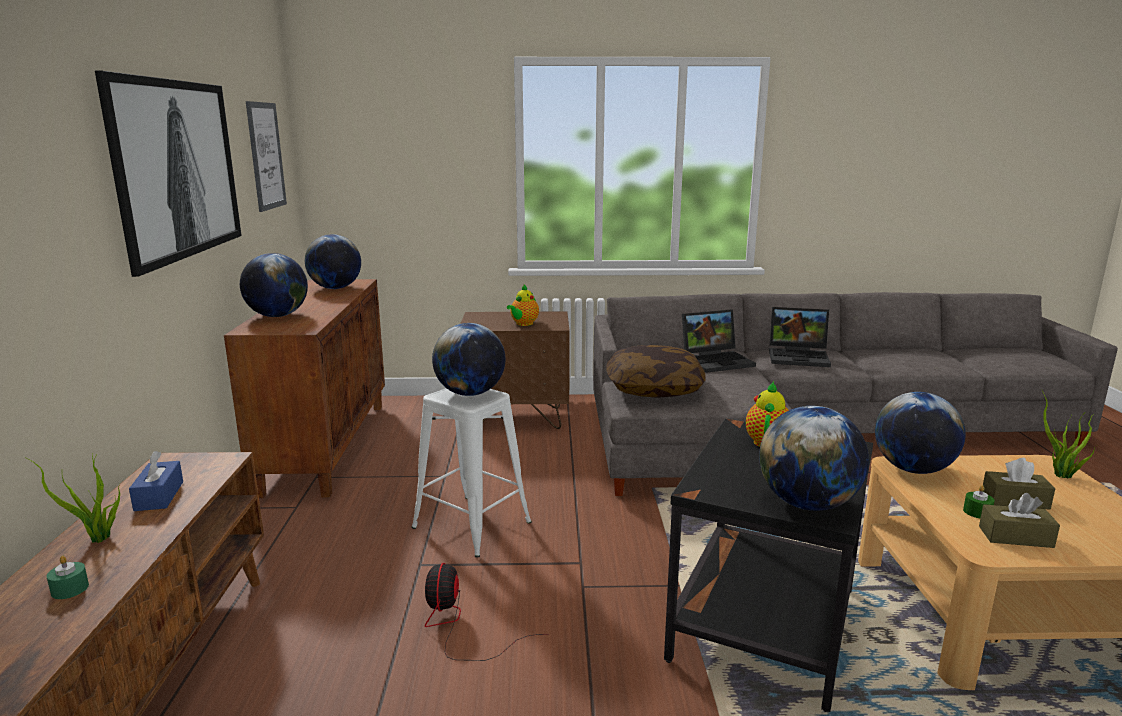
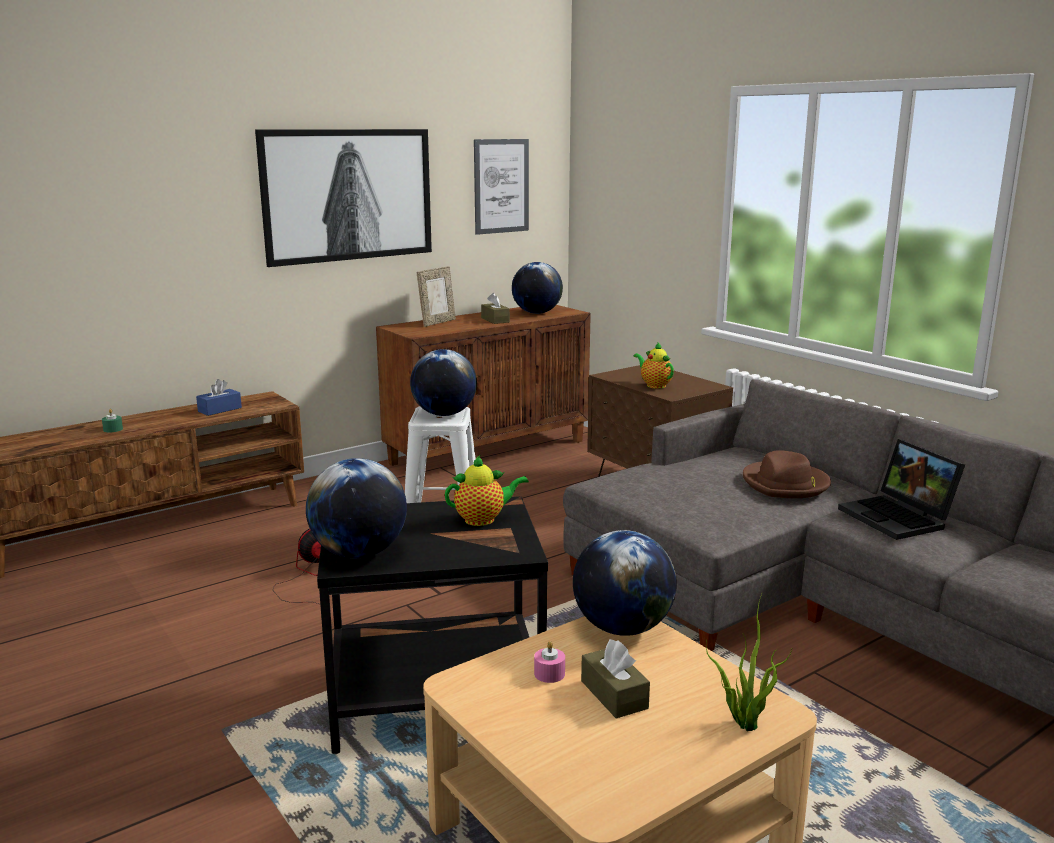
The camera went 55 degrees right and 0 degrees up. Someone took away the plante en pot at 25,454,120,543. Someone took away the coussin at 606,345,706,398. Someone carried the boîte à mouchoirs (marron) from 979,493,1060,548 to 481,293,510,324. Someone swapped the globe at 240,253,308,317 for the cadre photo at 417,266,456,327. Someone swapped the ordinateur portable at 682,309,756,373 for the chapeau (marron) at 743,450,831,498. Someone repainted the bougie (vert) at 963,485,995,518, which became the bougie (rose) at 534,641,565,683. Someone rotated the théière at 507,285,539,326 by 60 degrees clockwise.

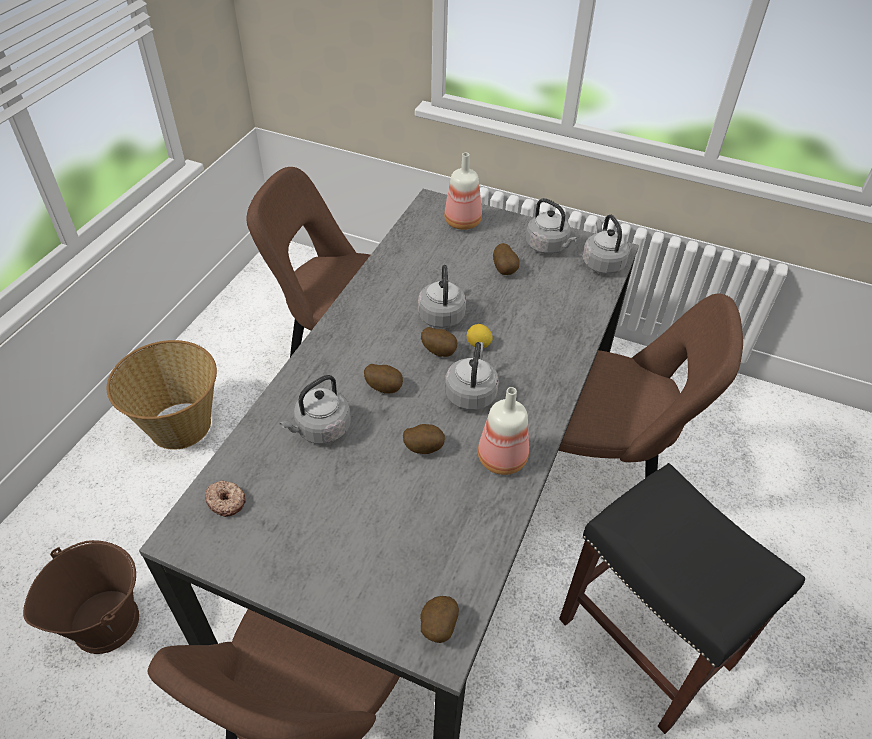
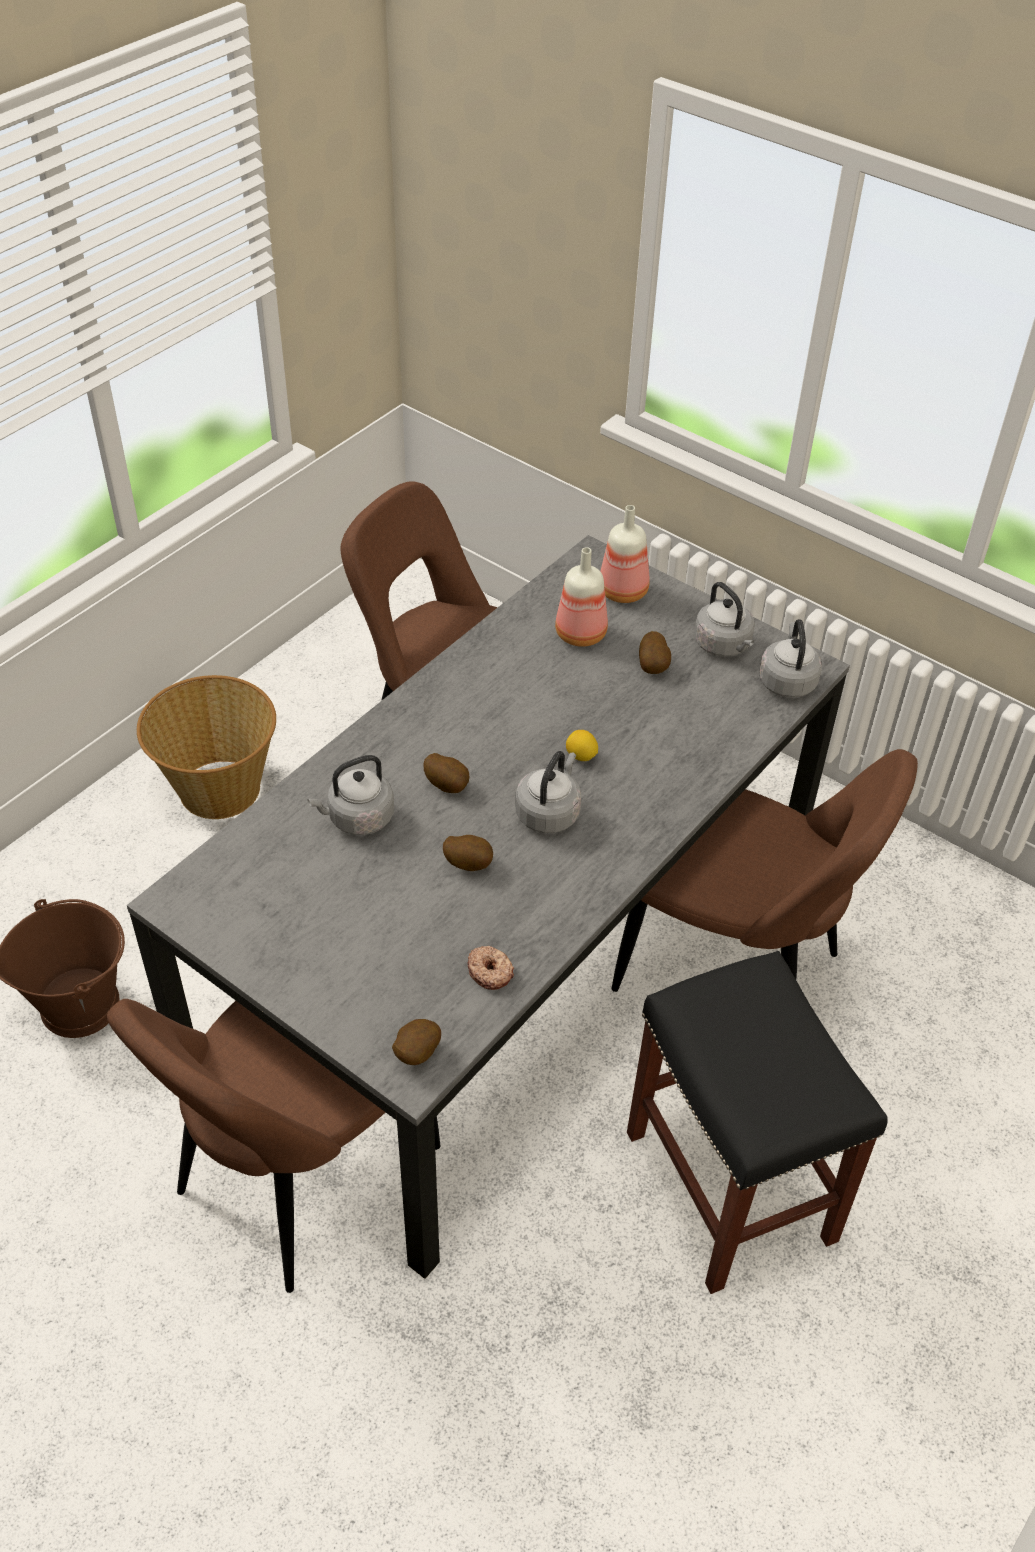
The camera went 15 degrees right and 0 degrees up. Someone took away the bouilloire (gris) at 418,265,466,328. Someone took away the pomme de terre at 421,327,457,357. Someone carried the beignet from 205,480,246,517 to 468,946,514,990. Someone carried the bouteille from 478,387,529,475 to 555,547,608,647.

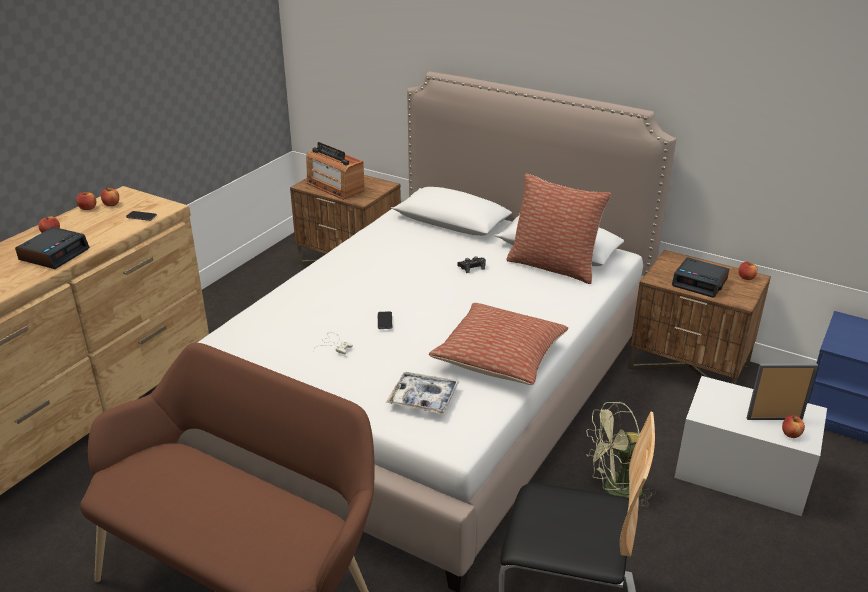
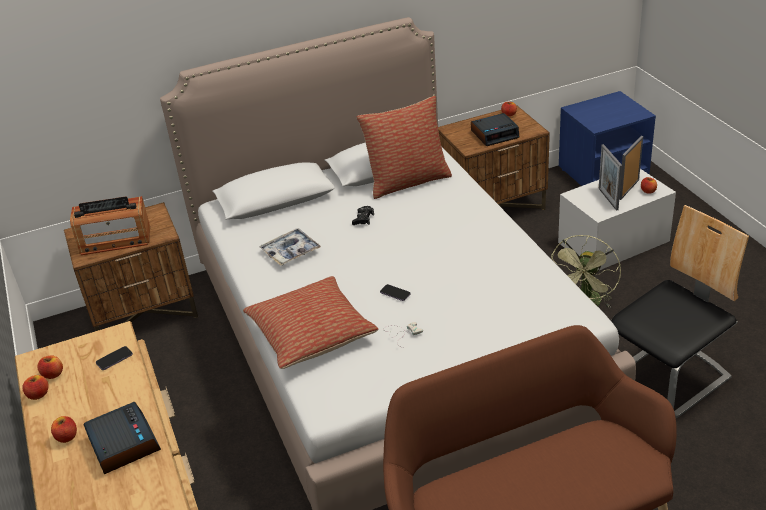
The camera went 50 degrees left and 5 degrees up. Someone put down the cadre photo at 599,144,622,211. Someone carried the plateau from 386,372,459,414 to 260,228,321,266. Someone carried the coussin from 429,303,568,385 to 243,276,378,369.

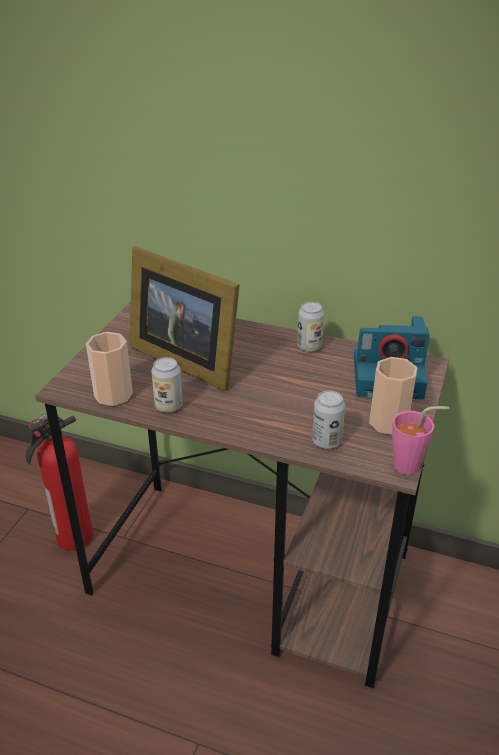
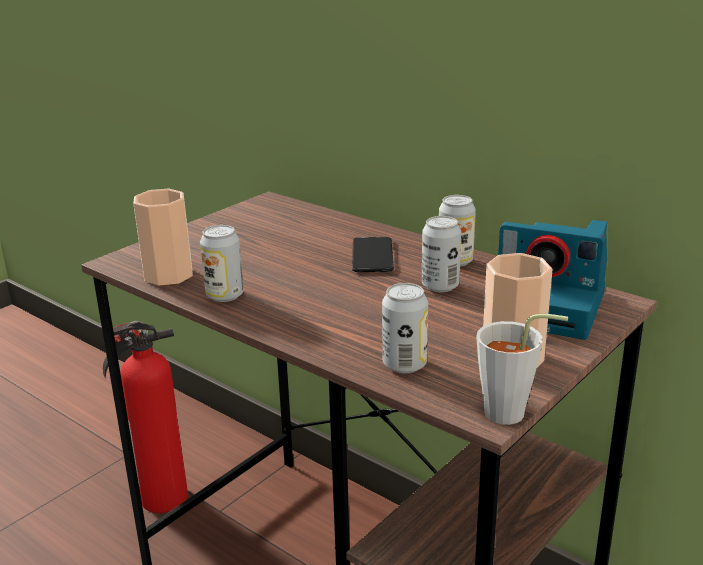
The camera went 20 degrees right and 10 degrees down. Someone took away the cadre photo at 129,246,239,391. Someone put down the téléphone at 352,237,394,272. Someone put down the boîte métallique at 422,216,461,292. Someone repainted the tasse (rose) at 392,406,449,475, which became the tasse (gris) at 476,314,568,425.

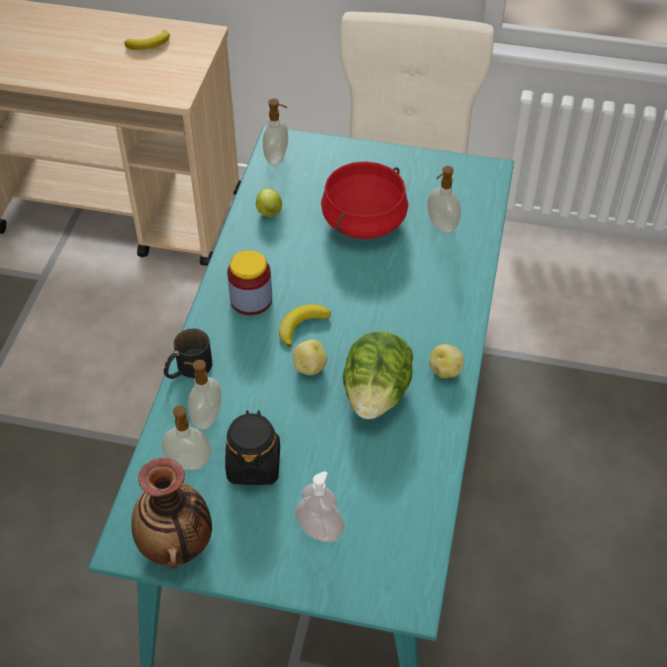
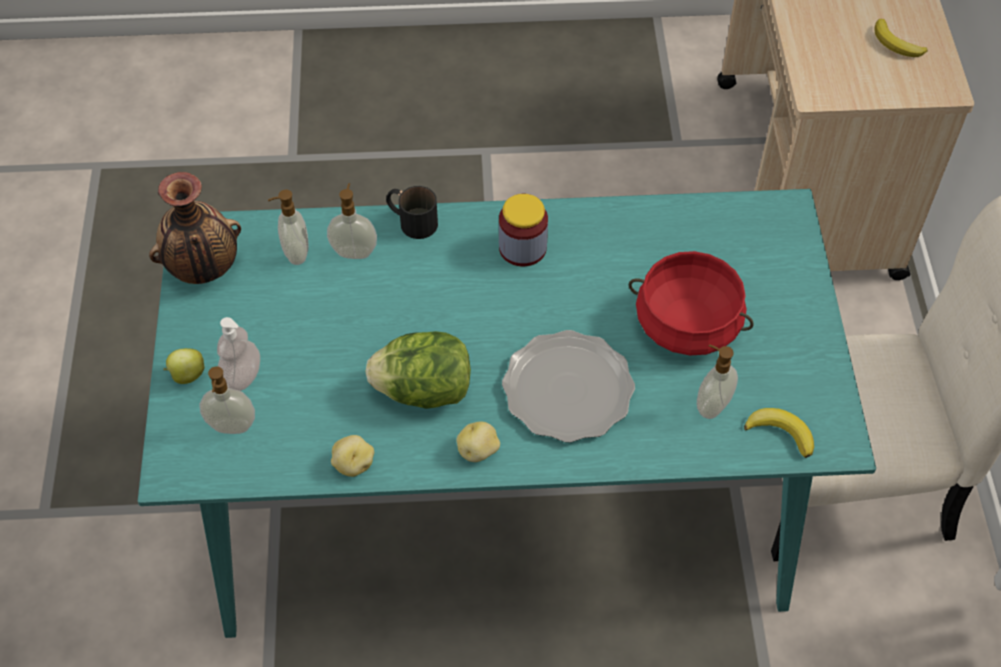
The camera went 75 degrees right and 5 degrees up. Someone took away the bocal (noir) at 225,410,280,485. Someone put down the assiette at 502,330,635,443. Someone carried the pomme from 256,188,282,217 to 164,348,205,384. Someone carried the distributeur de savon from 263,99,288,165 to 200,366,255,434. Someone carried the banane from 279,304,331,348 to 744,408,814,458. Someone carried the pomme de terre from 293,339,327,375 to 331,435,374,477.

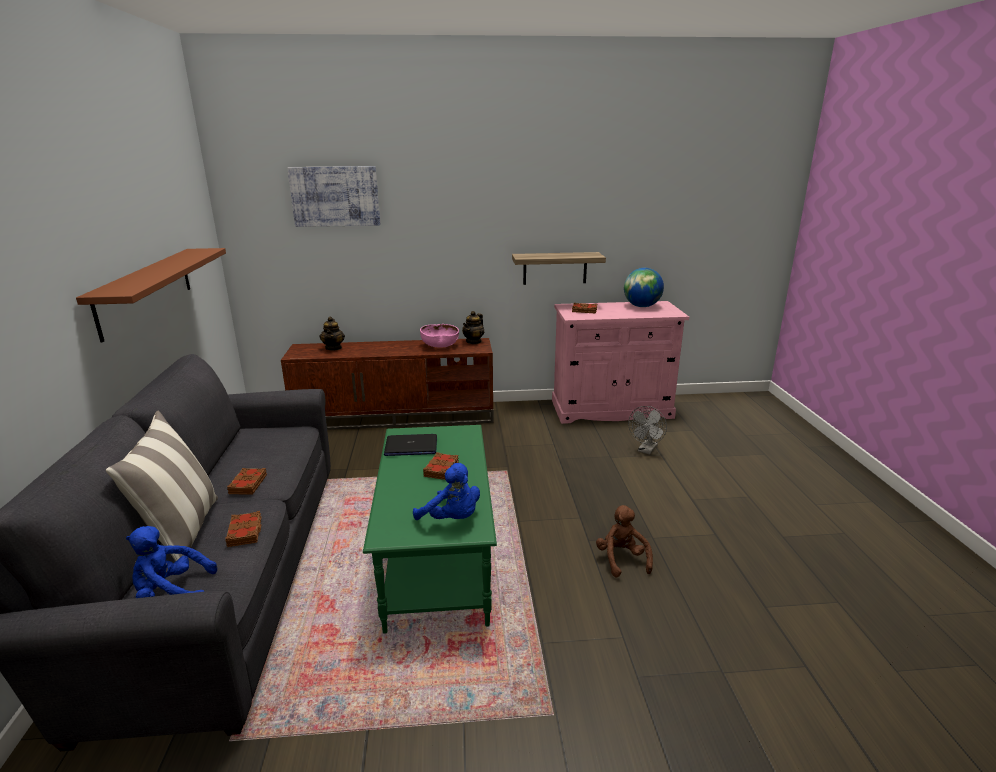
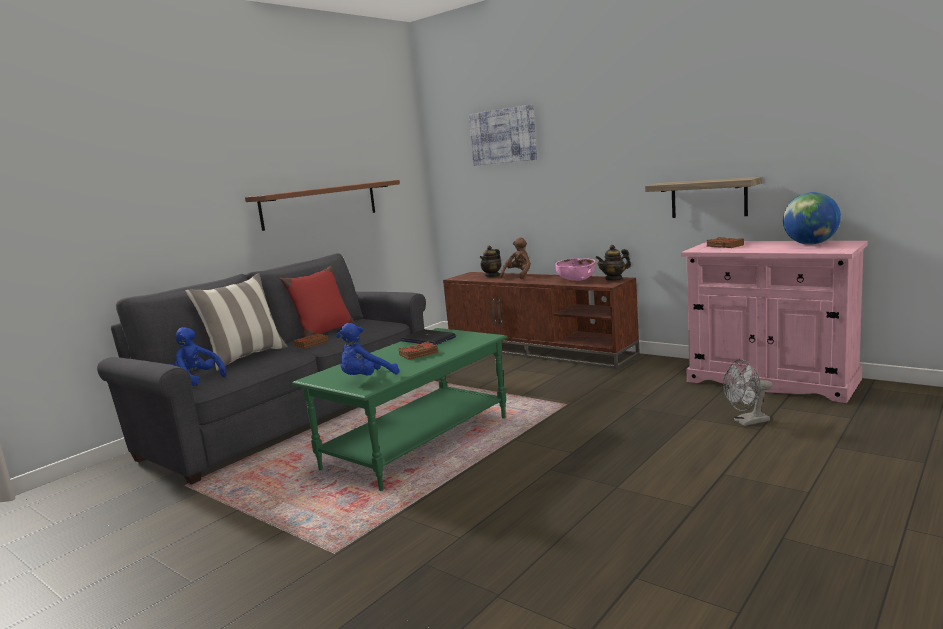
The camera went 45 degrees right and 10 degrees down. Someone took away the livre (marron) at 225,511,262,547. Someone put down the coussin (rouge) at 280,266,355,337. Someone carried the peluche (marron) from 596,505,653,578 to 500,237,531,279. Someone rotated the peluche (bleu) at 413,463,480,520 by 60 degrees clockwise.

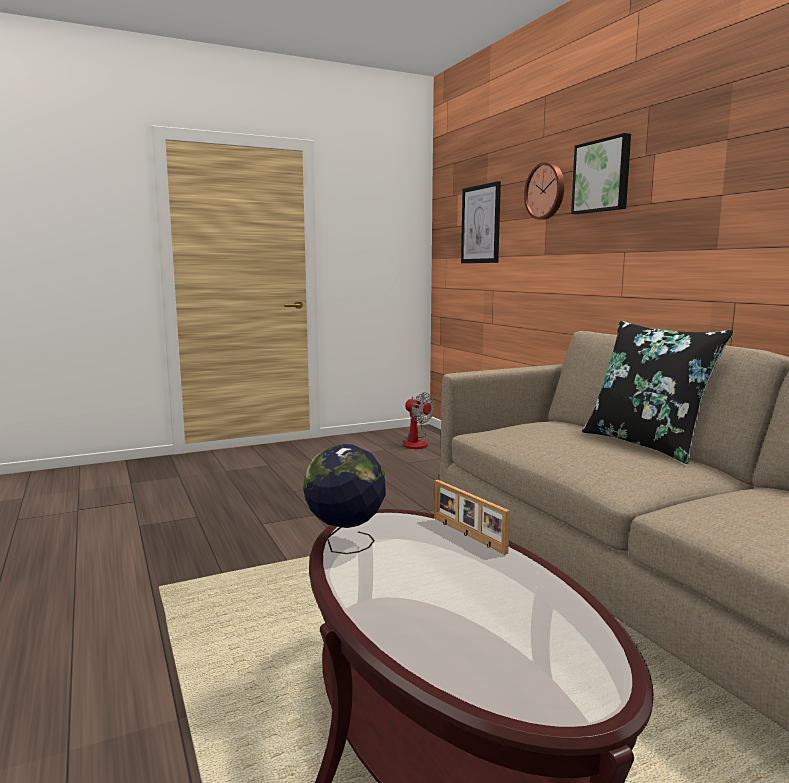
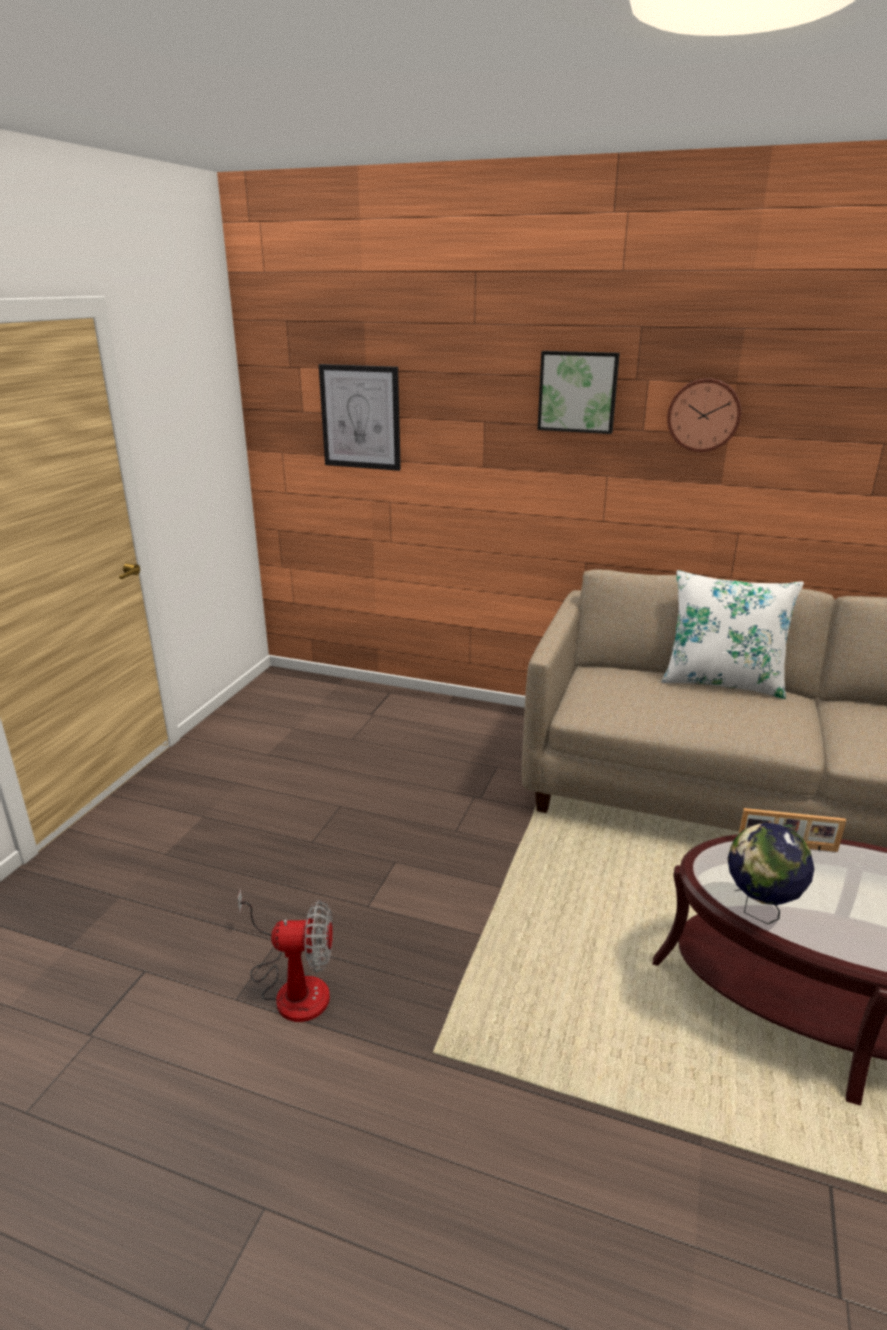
The camera went 45 degrees left and 15 degrees up. Someone carried the ventilateur from 402,393,435,449 to 238,889,333,1022. Someone carried the horloge murale from 524,162,565,220 to 667,378,741,452. Someone repainted the coussin (noir) at 582,321,734,464, which became the coussin (blanc) at 661,570,804,699.

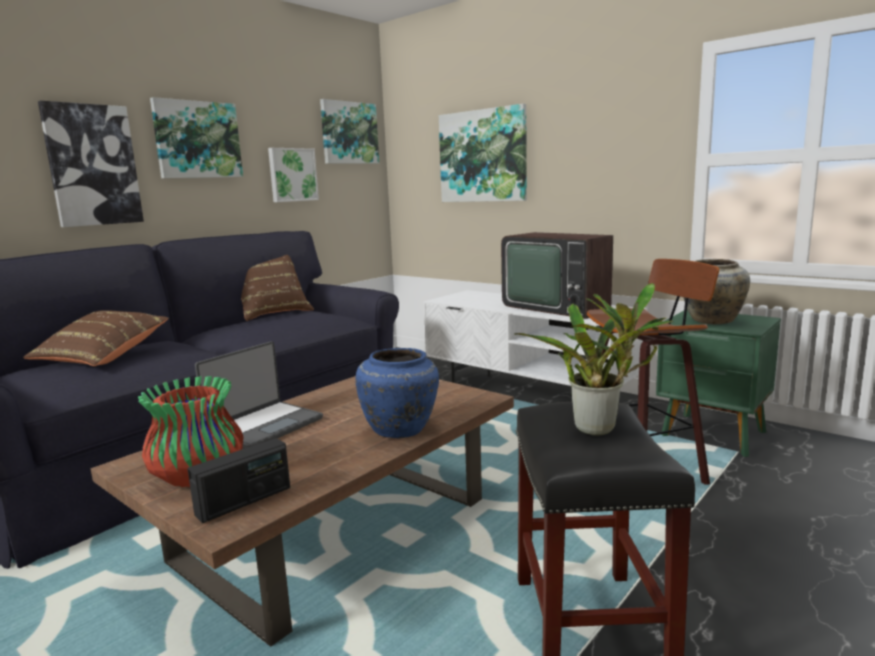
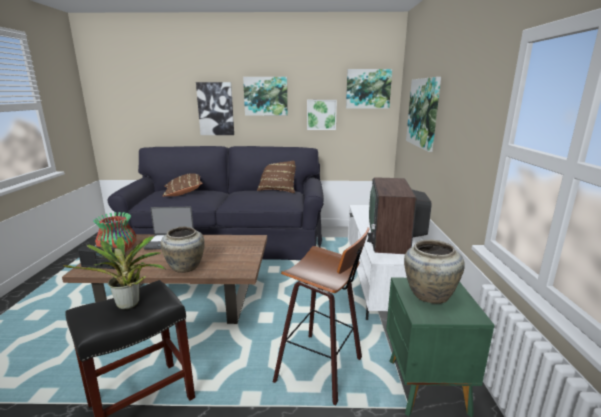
The camera went 50 degrees right and 5 degrees up. Someone repainted the vase (bleu) at 356,348,439,438, which became the vase (beige) at 161,227,205,273.

